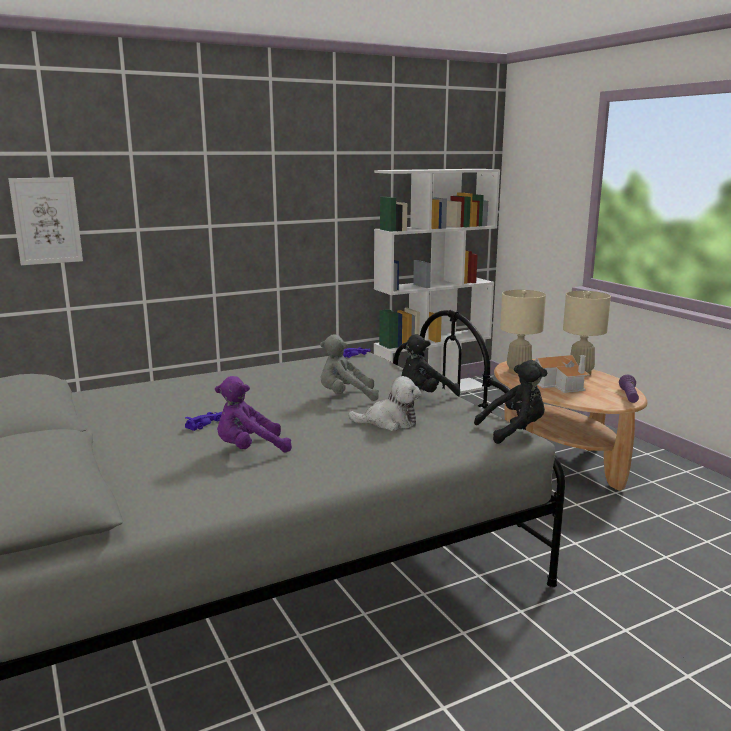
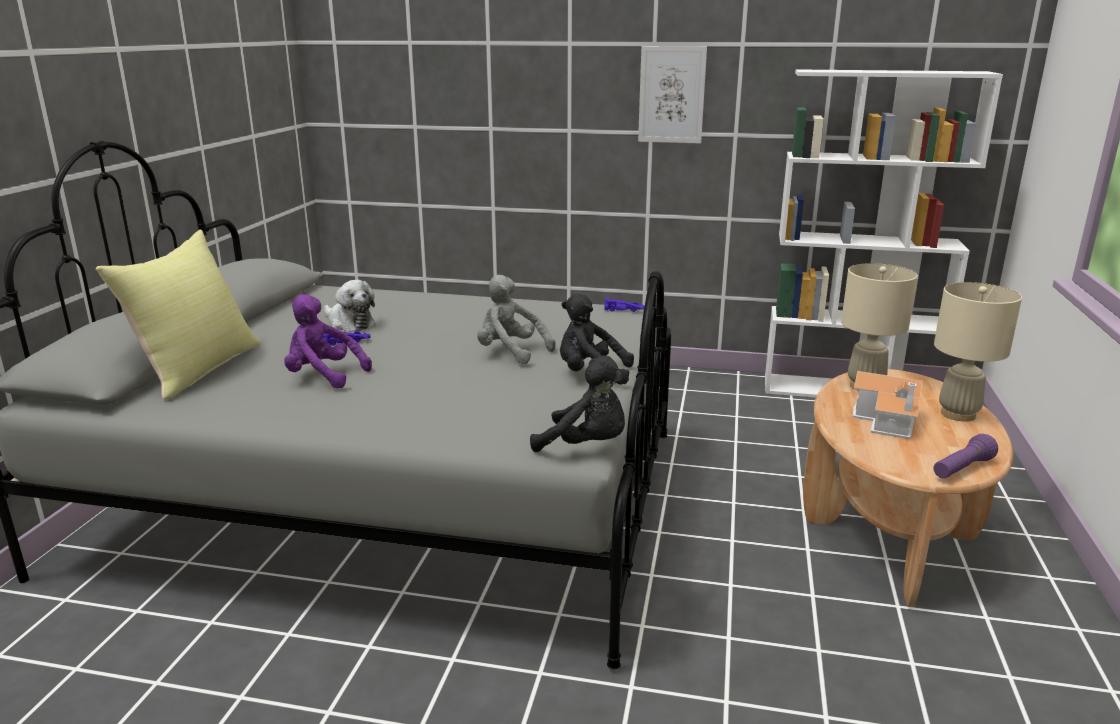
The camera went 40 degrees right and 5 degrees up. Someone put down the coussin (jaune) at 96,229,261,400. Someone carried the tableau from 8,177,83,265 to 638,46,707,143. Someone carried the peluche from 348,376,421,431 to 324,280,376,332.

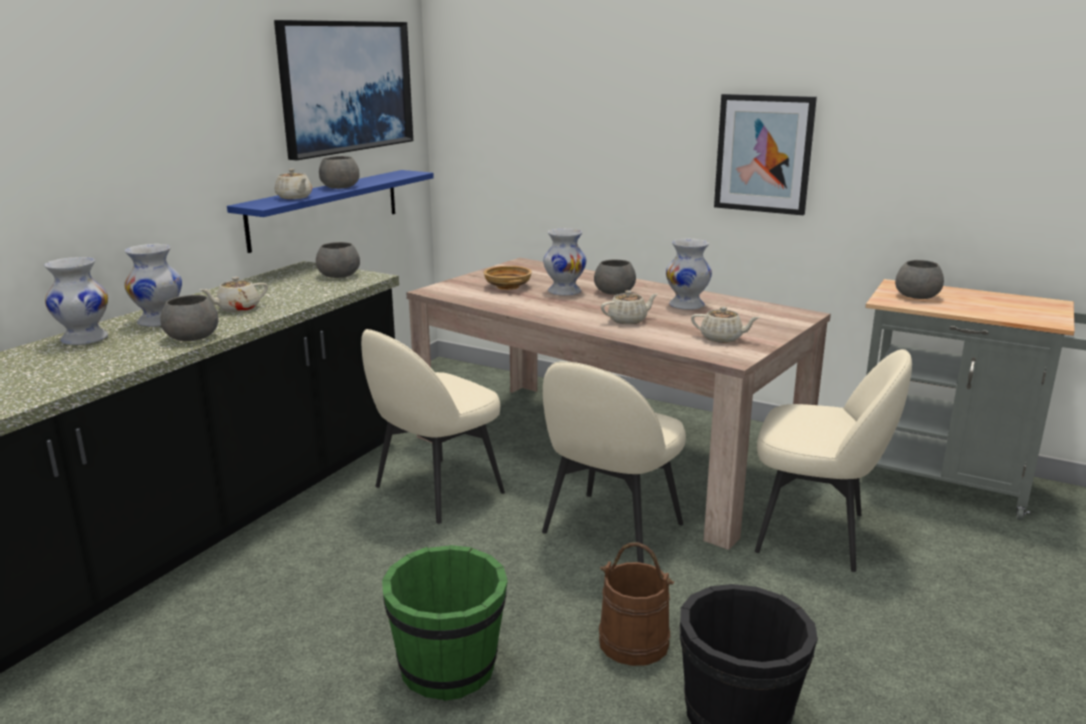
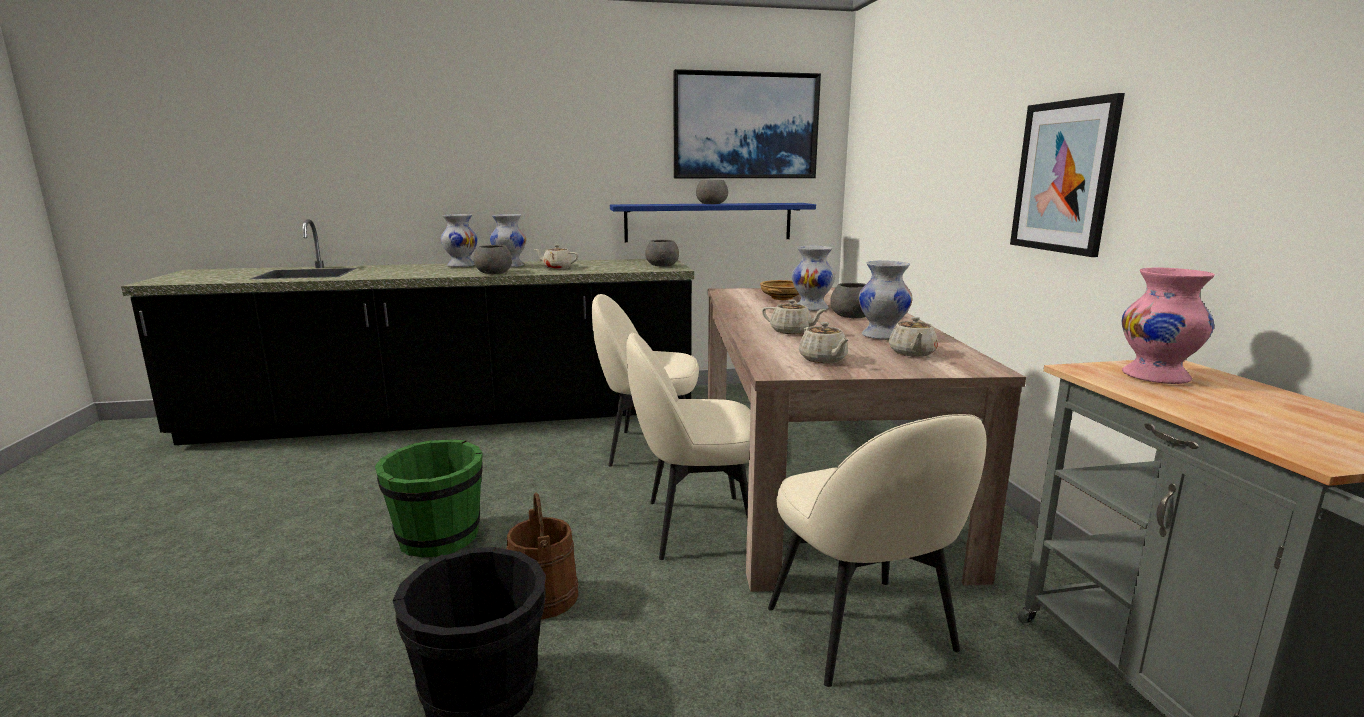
The camera went 50 degrees right and 5 degrees down. Someone carried the théière (beige) from 275,169,312,199 to 889,317,938,357. Someone swapped the bol (gris) at 895,260,944,299 for the vase (rose) at 1122,268,1215,384.

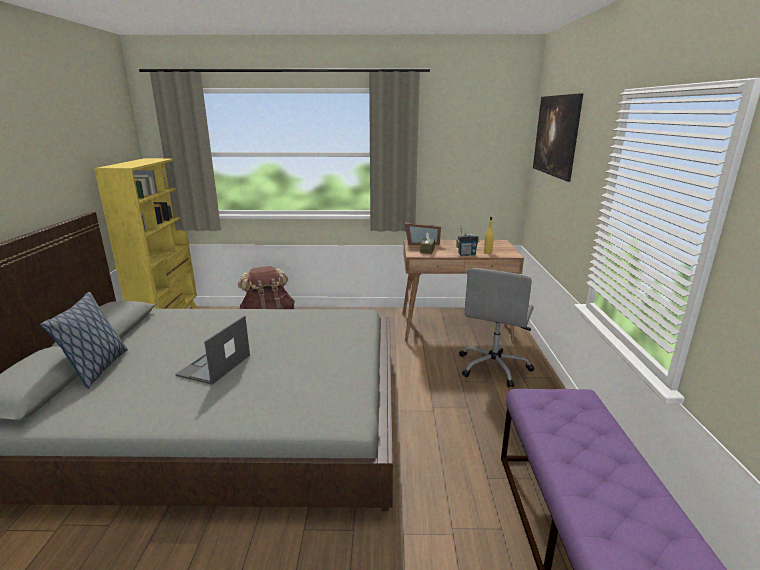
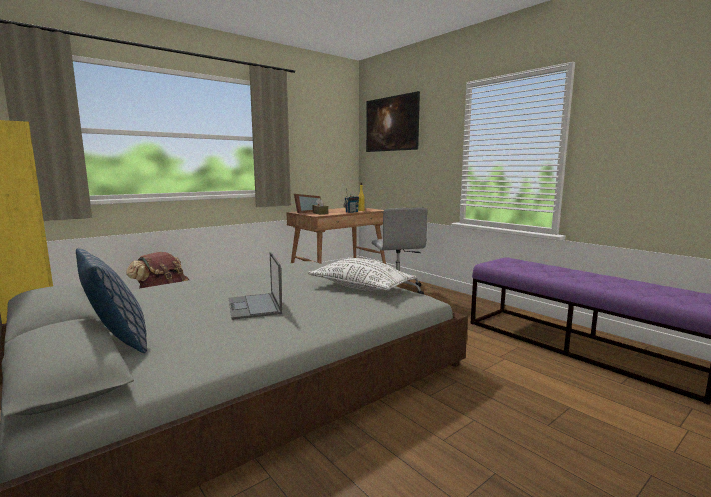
The camera went 40 degrees left and 10 degrees down. Someone put down the coussin (blanc) at 308,258,417,291.

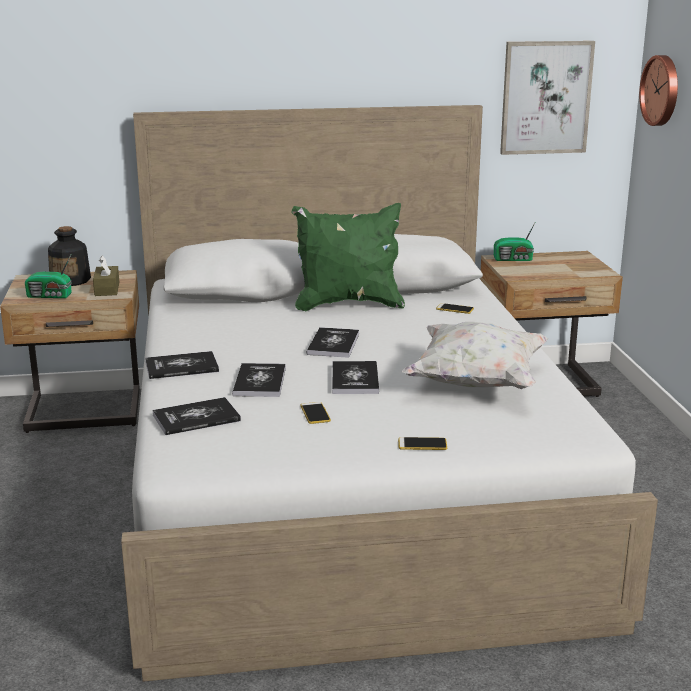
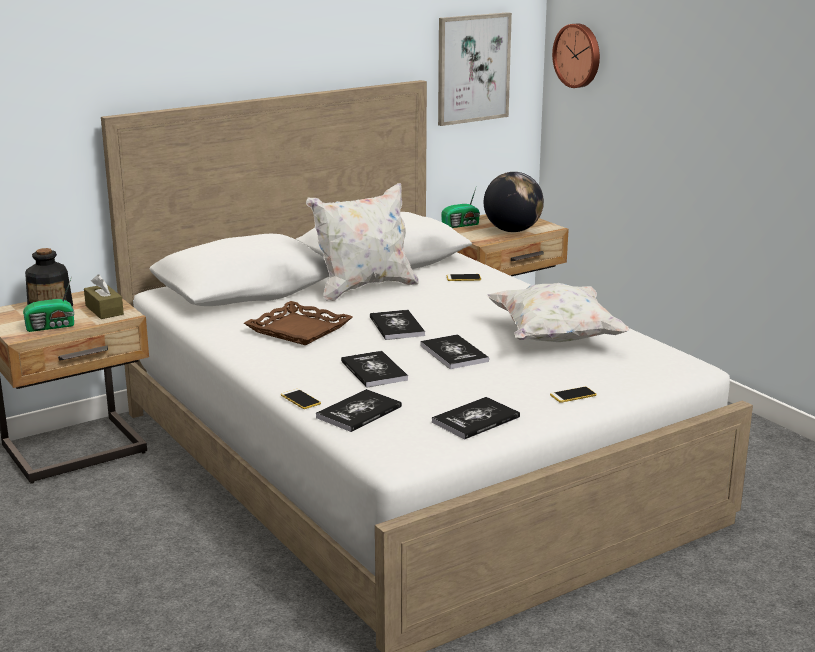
The camera went 25 degrees left and 0 degrees up. Someone put down the plateau (marron) at 244,301,352,345. Someone put down the globe at 484,172,544,232. Someone carried the livre from 145,351,219,379 to 432,397,520,439. Someone carried the téléphone from 300,402,331,424 to 281,389,321,409. Someone repainted the coussin (vert) at 292,203,405,311, which became the coussin (blanc) at 306,183,419,301.

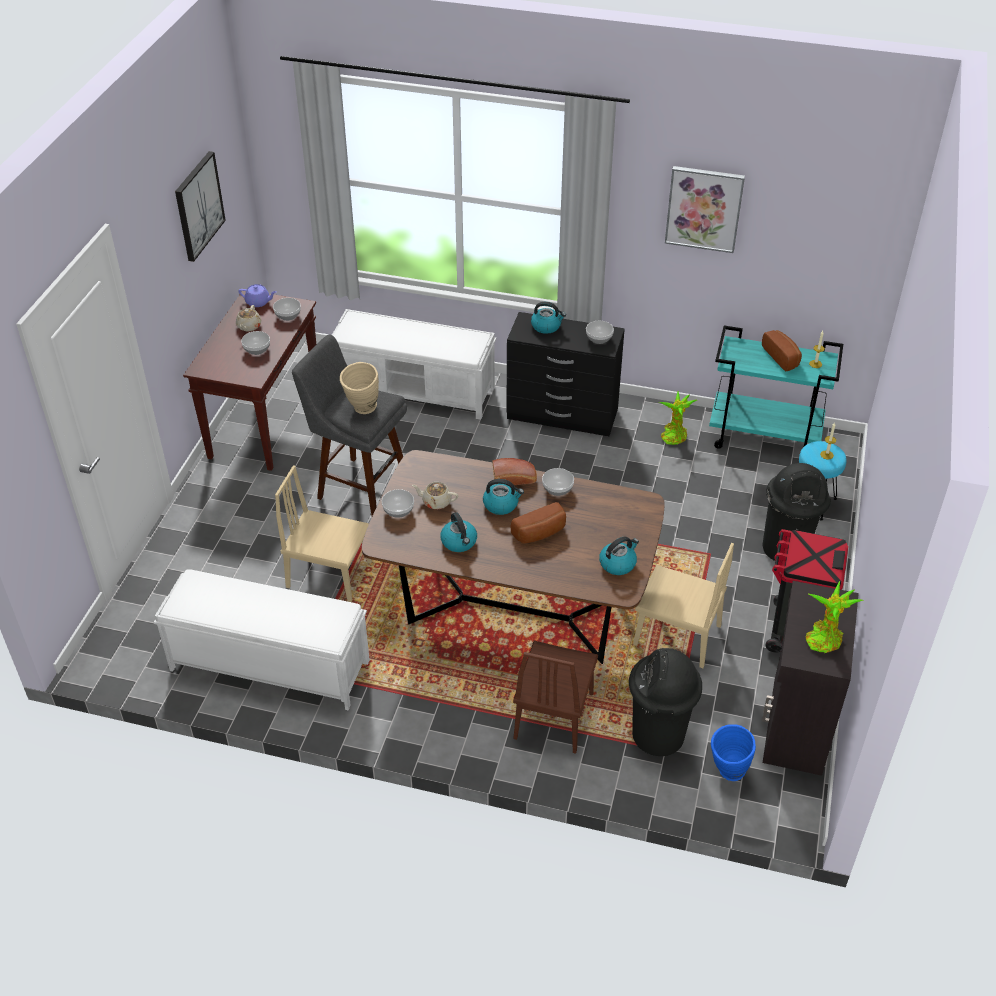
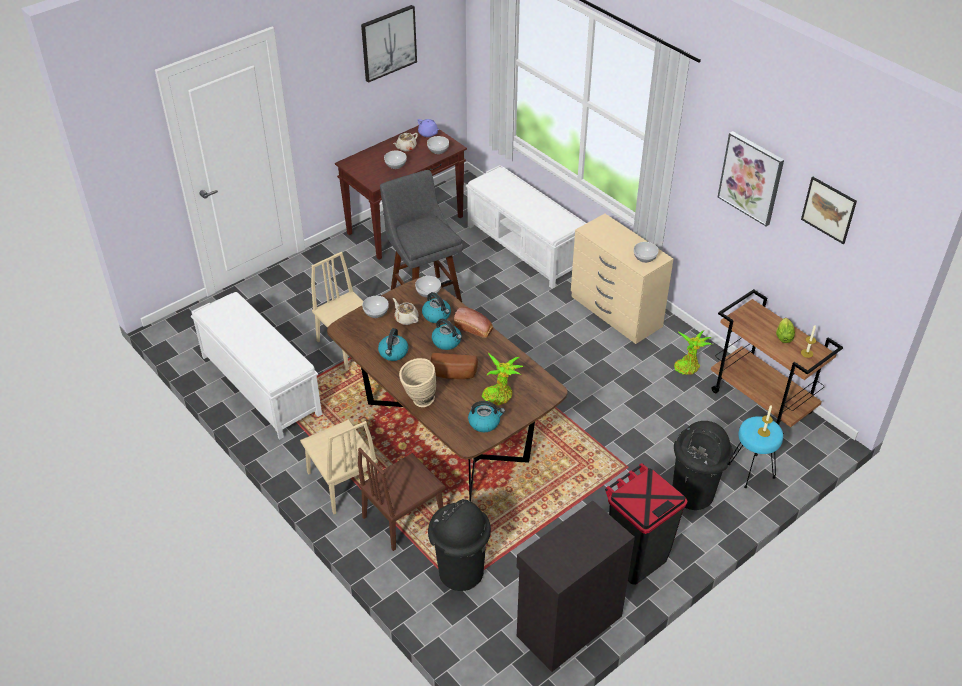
The camera went 35 degrees right and 0 degrees up. Someone took away the vase (bleu) at 711,724,756,781. Someone put up the tableau at 801,177,857,244. Someone carried the vase (beige) from 340,362,379,414 to 399,358,436,407. Someone carried the bouilloire from 531,302,566,334 to 422,292,451,323. Someone carried the bol from 542,468,574,496 to 415,276,441,298. Someone carried the chaise (beige) from 633,543,734,668 to 300,419,378,514. Someone carried the plante en pot from 806,581,864,653 to 482,353,524,405. Someone swapped the pain at 762,330,802,371 for the laitue at 776,318,795,343. Someone repainted the commode (noir) at 506,312,625,436, which became the commode (beige) at 571,214,673,344. Someone repainted the chariot (turquoise) at 709,326,843,449, which became the chariot (marron) at 711,289,843,434.

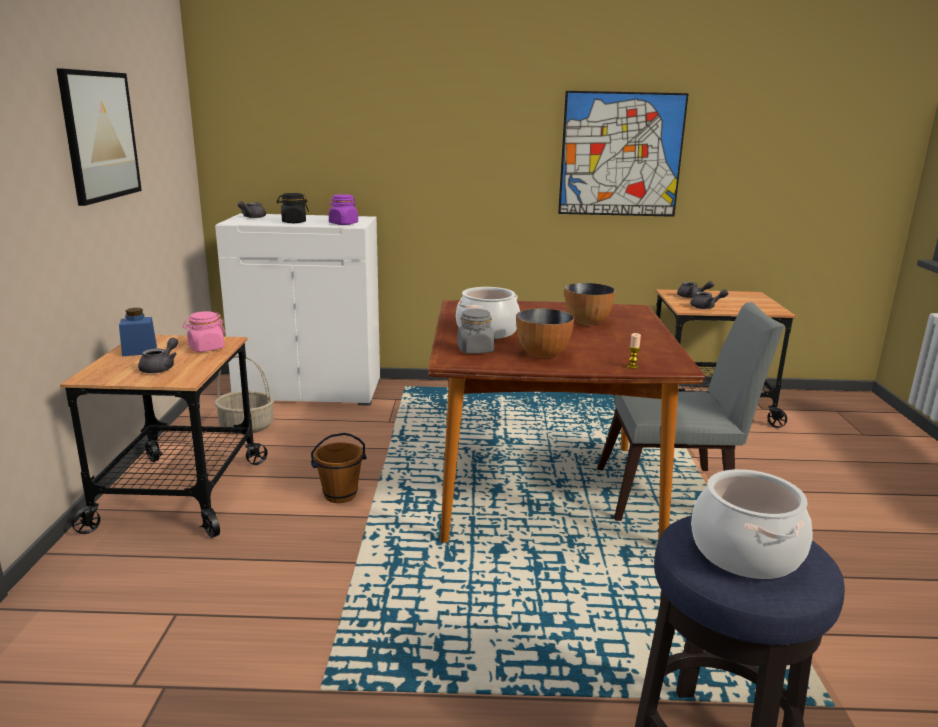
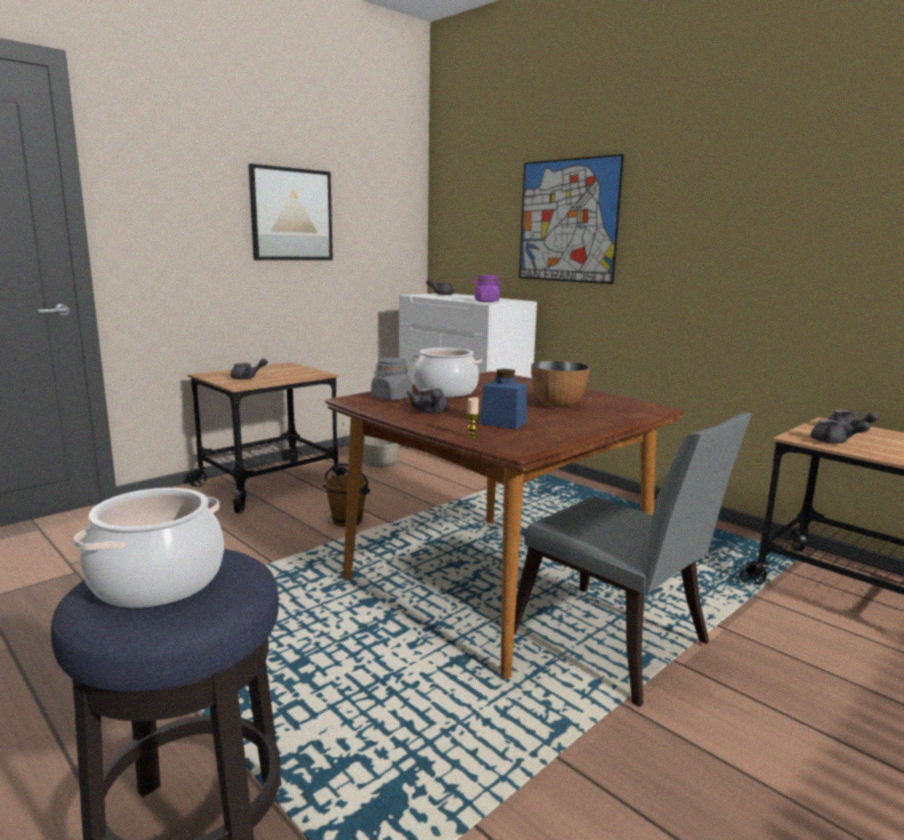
The camera went 45 degrees right and 5 degrees down. Someone took away the bocal (rose) at 183,311,226,352. Someone took away the bocal (noir) at 277,193,309,223. Someone carried the bocal (bleu) from 119,308,157,356 to 480,369,527,429. Someone carried the tableau from 558,91,689,217 to 519,154,624,284. Someone swapped the bol at 516,308,574,358 for the théière (gris) at 407,388,448,413.

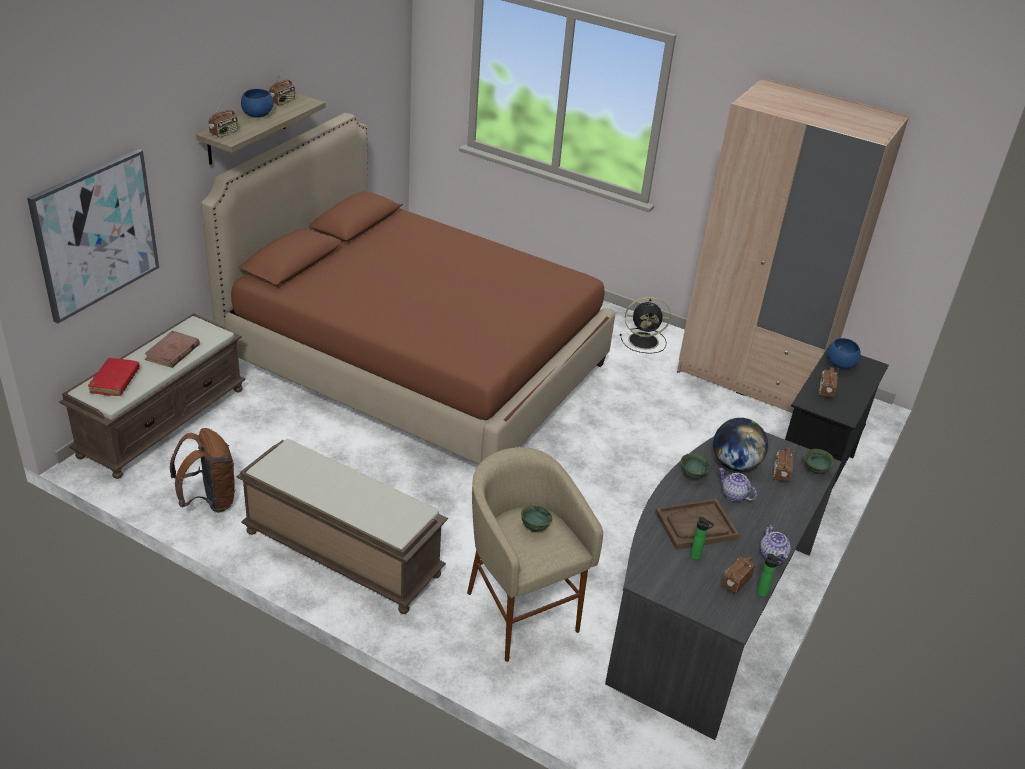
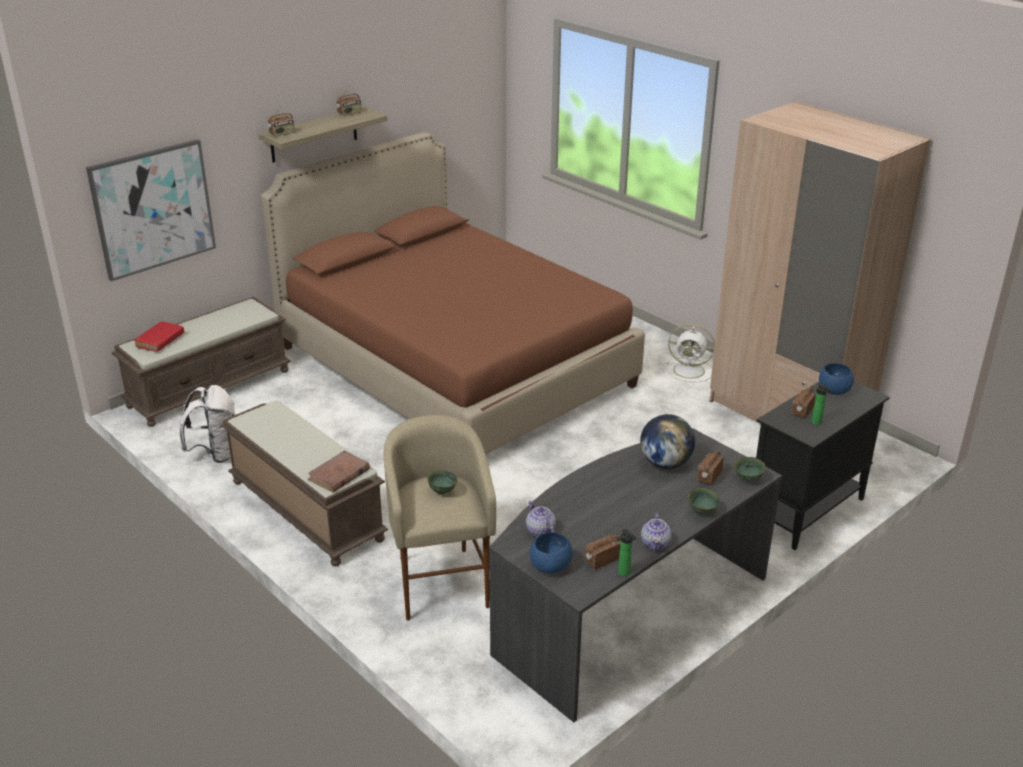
The camera went 20 degrees right and 5 degrees down. Someone took away the plateau (marron) at 655,499,739,550. Someone carried the livre (marron) from 144,331,200,368 to 308,450,370,493. Someone carried the bol (bleu) from 241,89,274,118 to 530,532,573,573. Someone carried the bol (vert) from 681,453,710,479 to 688,488,720,514. Someone carried the bouteille from 690,517,714,560 to 811,383,831,425. Someone carried the théière from 719,468,757,502 to 526,501,556,537. Someone repainted the sac à dos (marron) at 170,428,236,513, which became the sac à dos (blanc) at 179,385,235,463. Someone repainted the ventilateur (noir) at 620,297,671,354, which became the ventilateur (blanc) at 666,324,715,382.

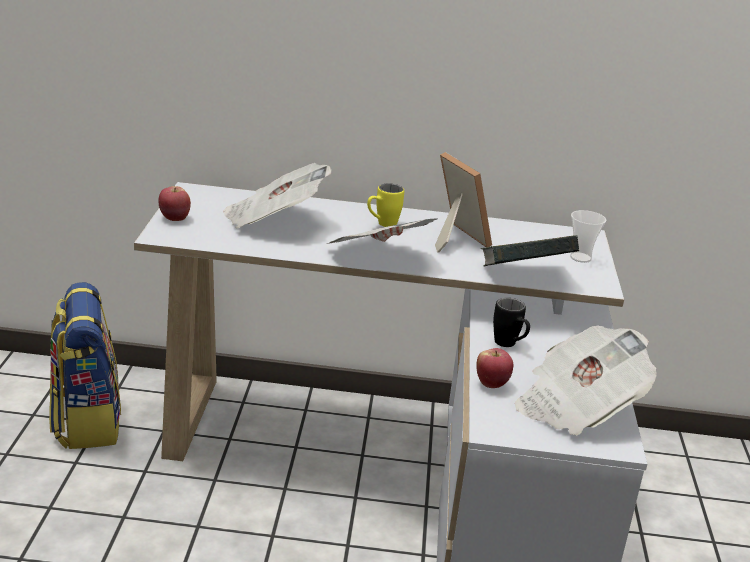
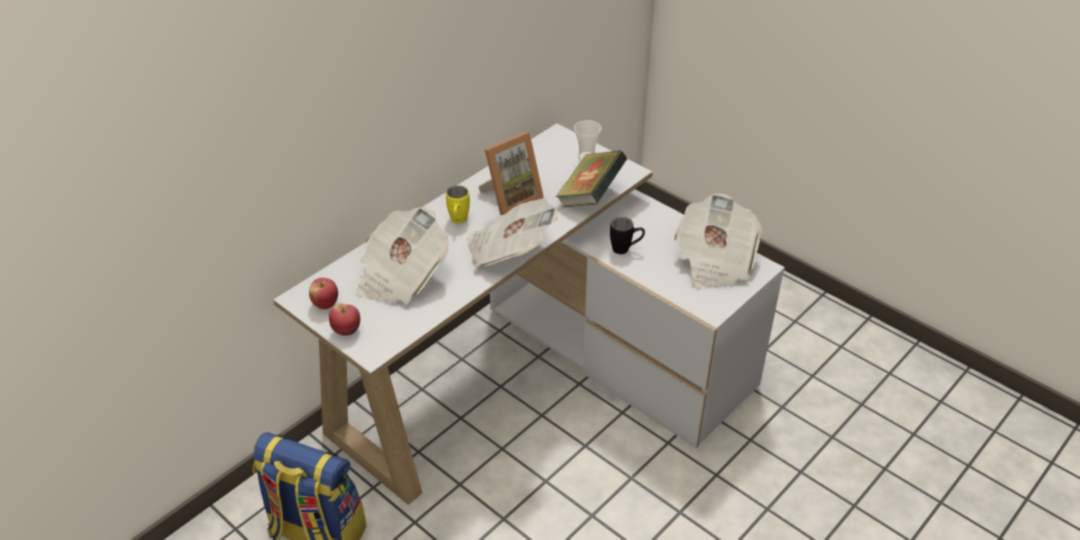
The camera went 50 degrees left and 15 degrees up. Someone carried the pomme from 477,348,513,388 to 309,278,338,310. Someone rotated the cadre photo at 435,152,492,252 by 135 degrees clockwise.

